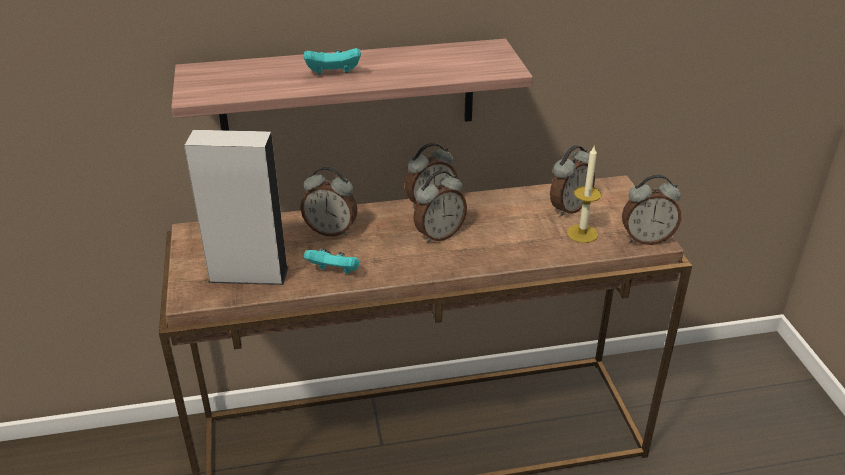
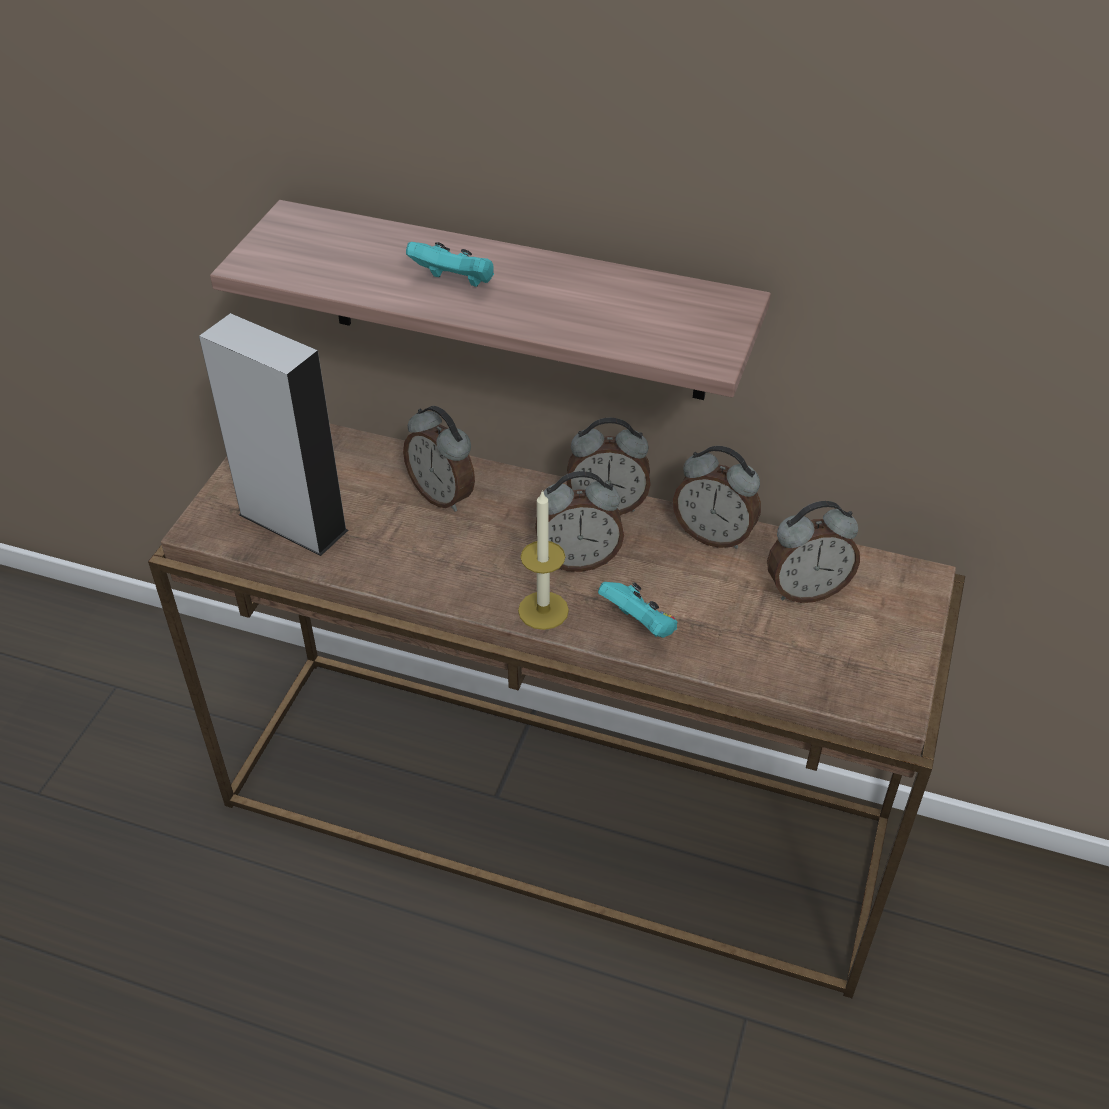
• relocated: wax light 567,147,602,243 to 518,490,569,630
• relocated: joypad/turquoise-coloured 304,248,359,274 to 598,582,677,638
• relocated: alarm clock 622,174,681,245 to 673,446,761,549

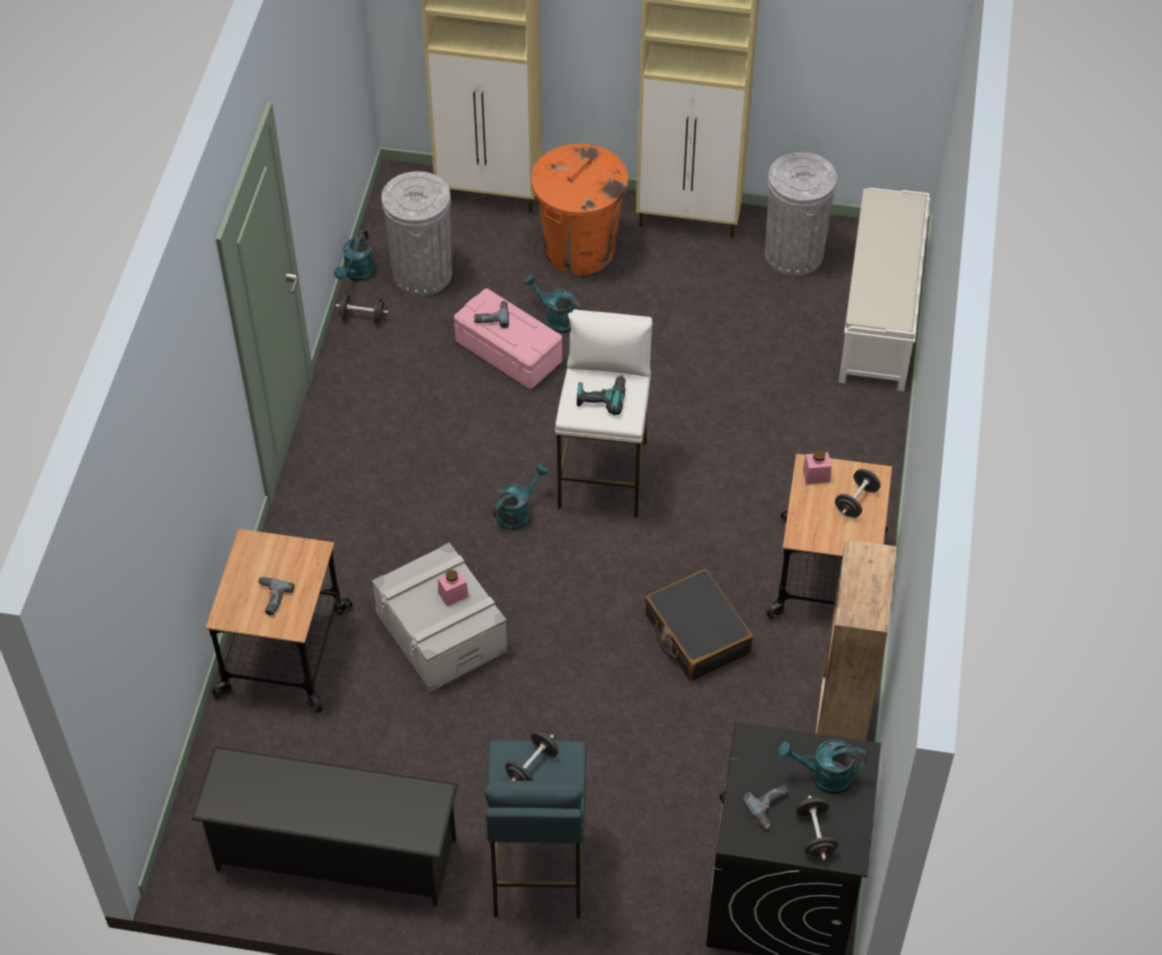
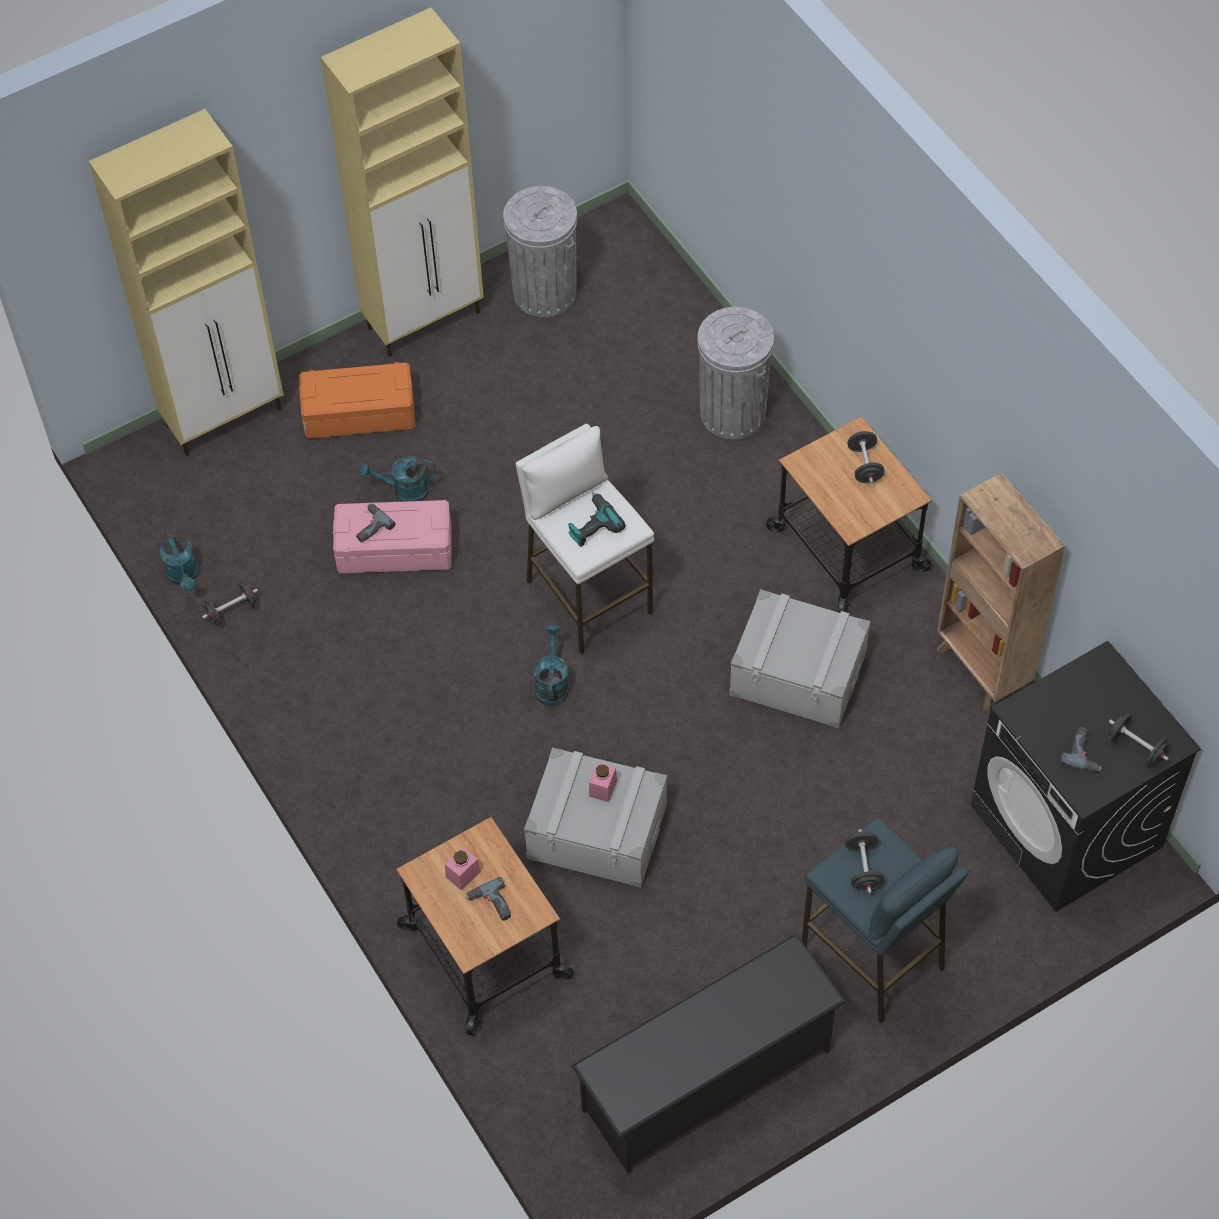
• exchanged: trash can/orangey 531,143,628,275 to storage bin/orangey 299,362,415,439
• relocated: storage jar/pinkish 803,450,831,485 to 445,847,481,891
• relocated: trash can/gray 381,171,452,296 to 697,307,774,439
• exchanged: piece of luggage/black-coloured 645,569,753,681 to storage bin/gray 729,589,871,729
• missing: watering can/turquoise-coloured 778,739,867,794
• missing: long seat/white 839,188,930,391

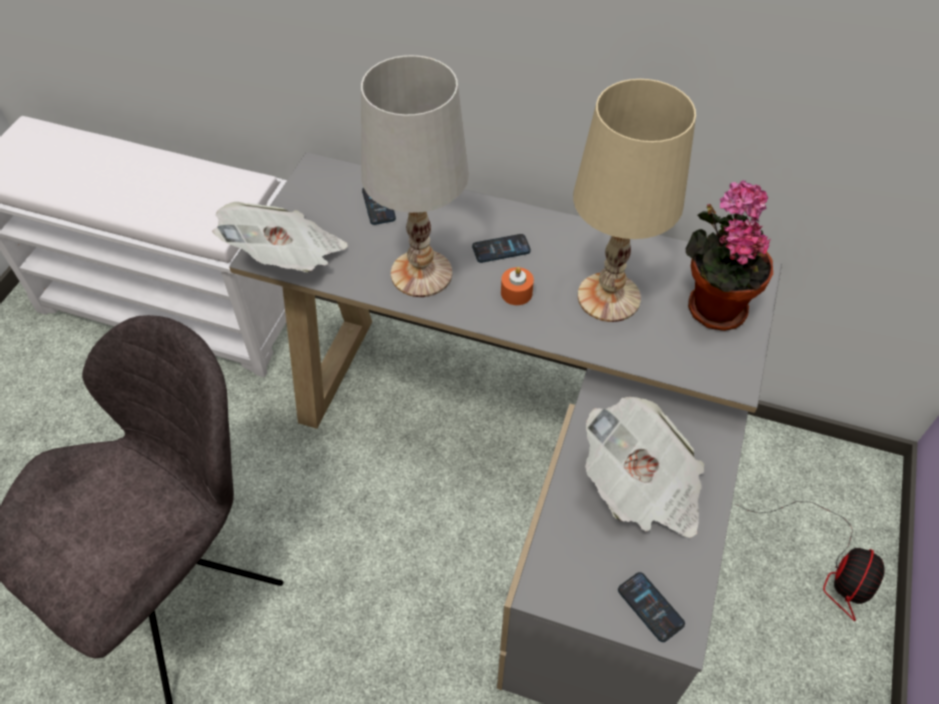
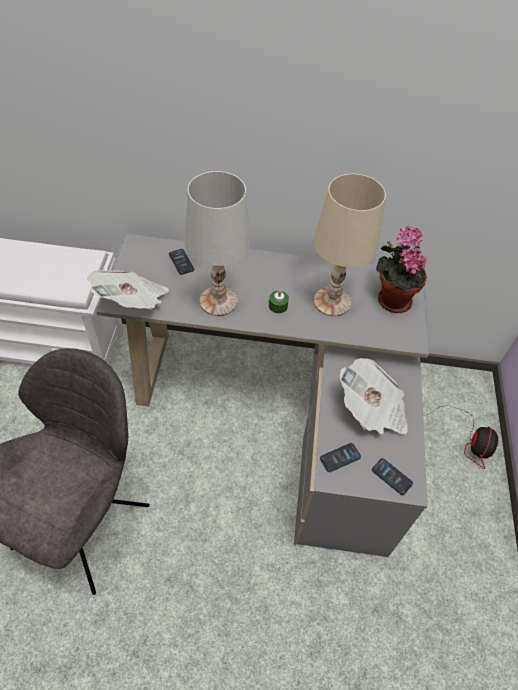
• colour: wax light/orangey 501,267,534,305 to wax light/green 269,291,289,314
• relocated: phone 472,234,531,263 to 320,443,361,472

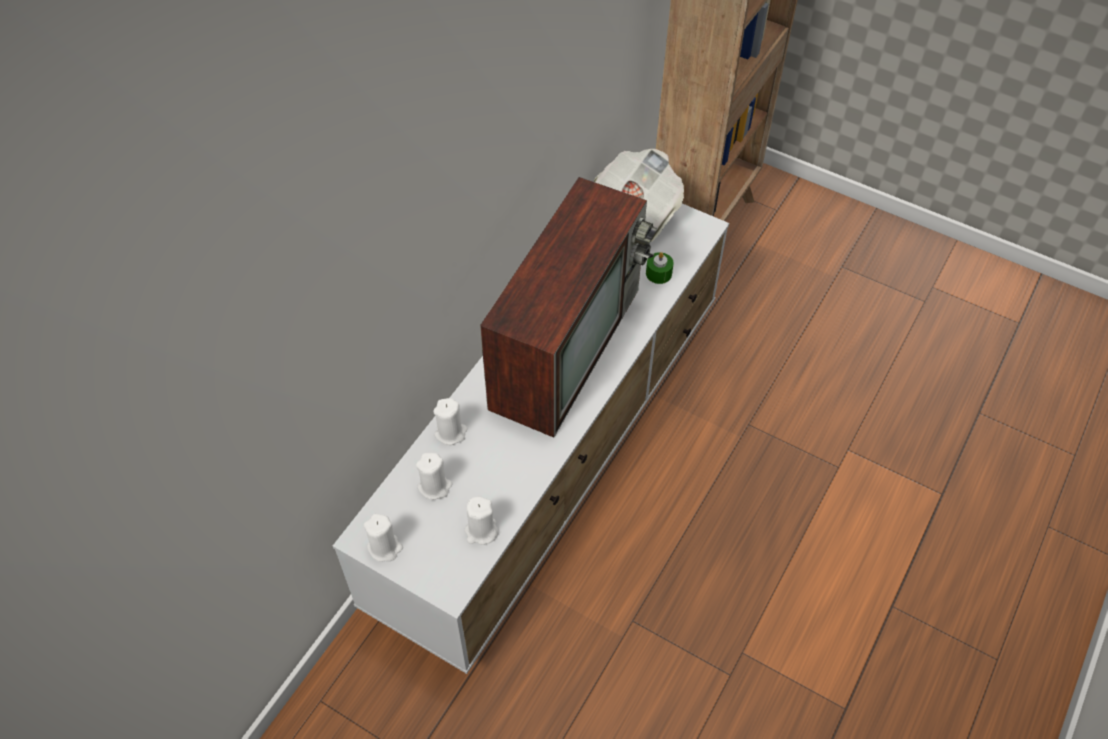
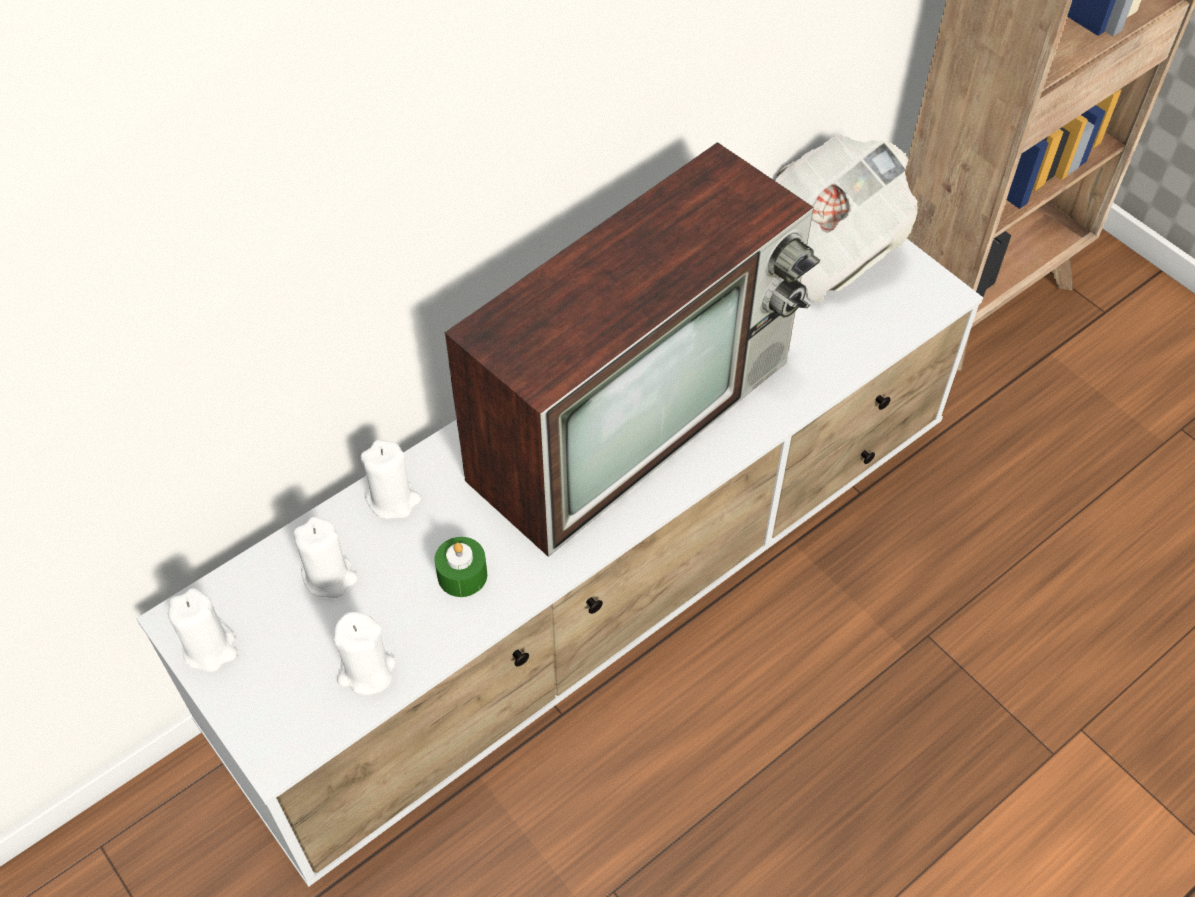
• relocated: wax light/green 646,252,674,284 to 435,537,487,597

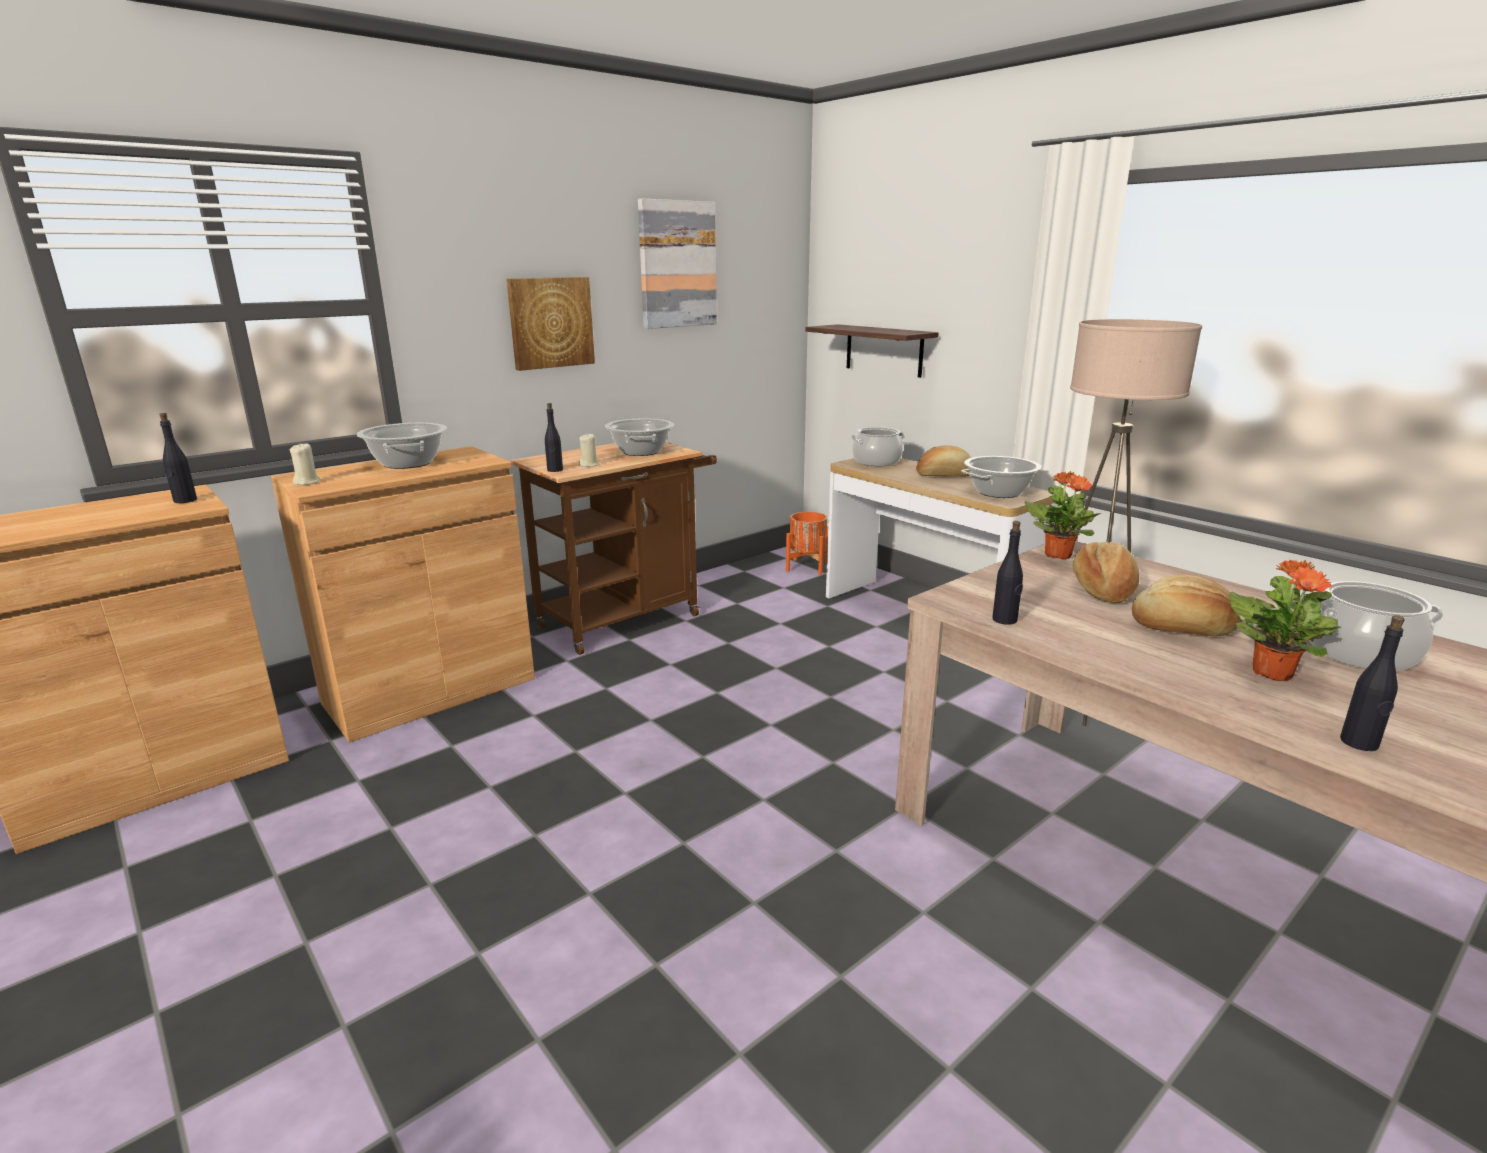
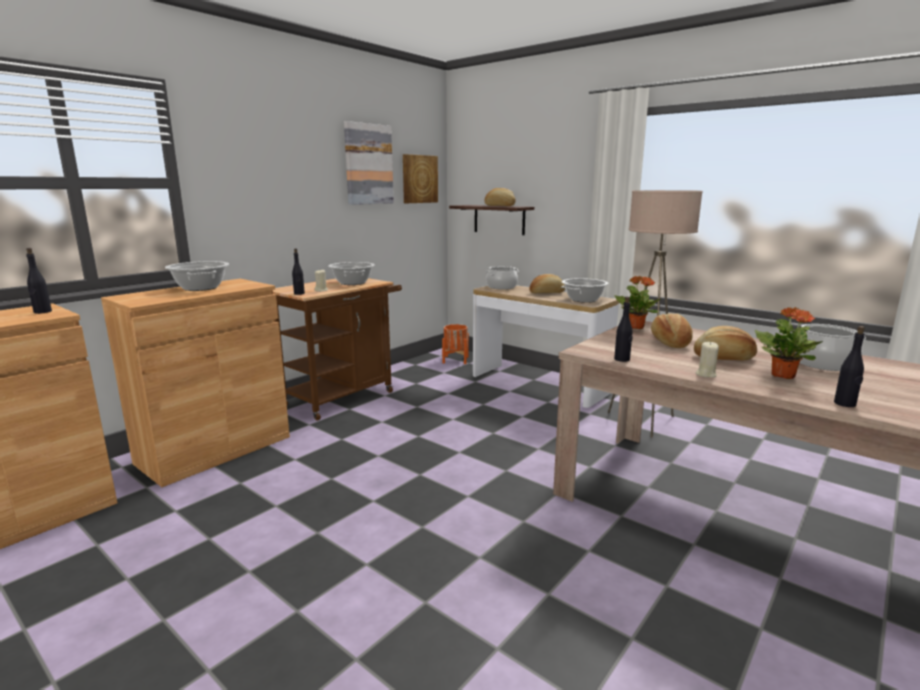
• relocated: picture 507,277,595,371 to 403,154,438,203
• appeared: bread 485,188,515,206
• relocated: wax light/beige 290,443,320,485 to 696,341,719,378

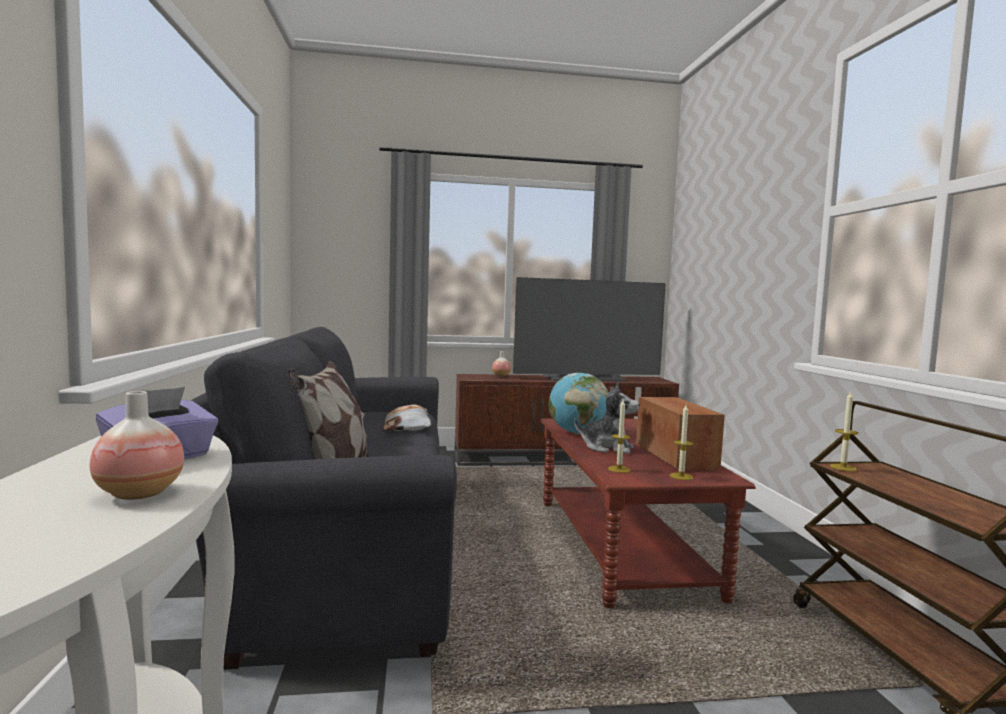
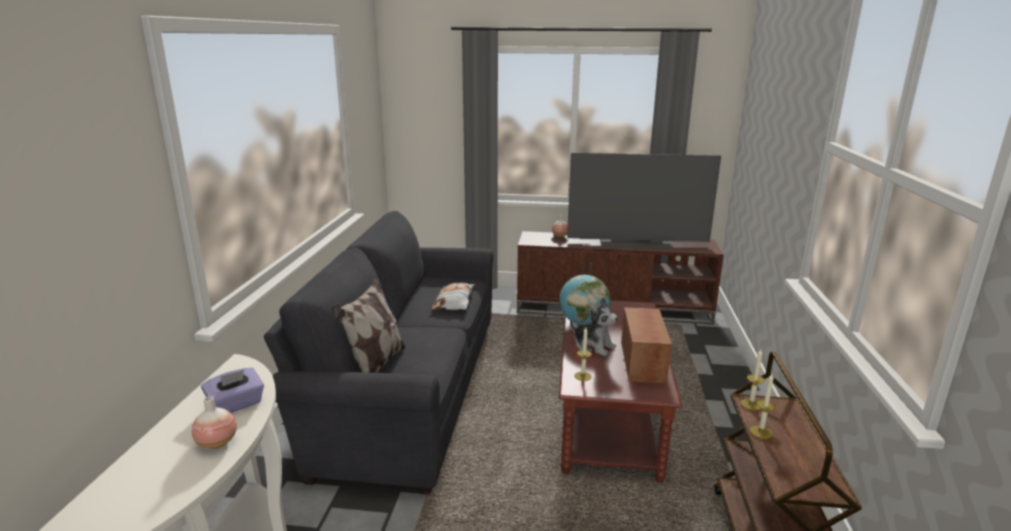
• relocated: wax light 670,405,694,480 to 750,374,776,439

